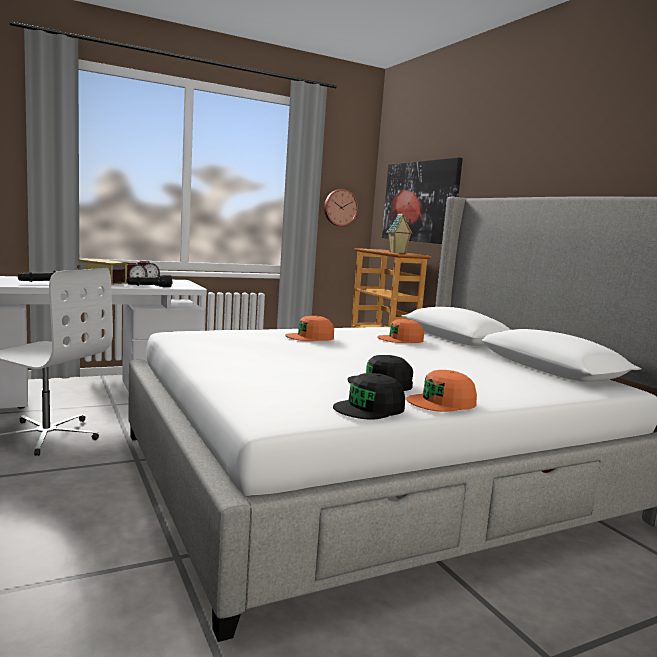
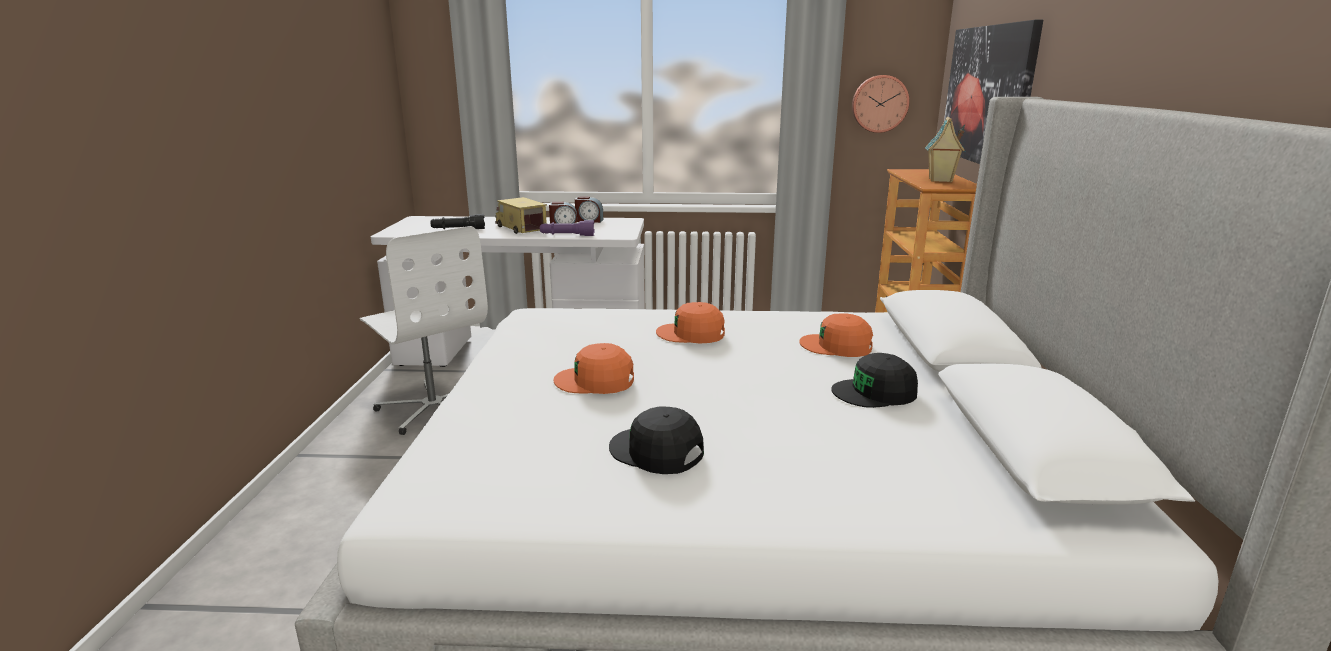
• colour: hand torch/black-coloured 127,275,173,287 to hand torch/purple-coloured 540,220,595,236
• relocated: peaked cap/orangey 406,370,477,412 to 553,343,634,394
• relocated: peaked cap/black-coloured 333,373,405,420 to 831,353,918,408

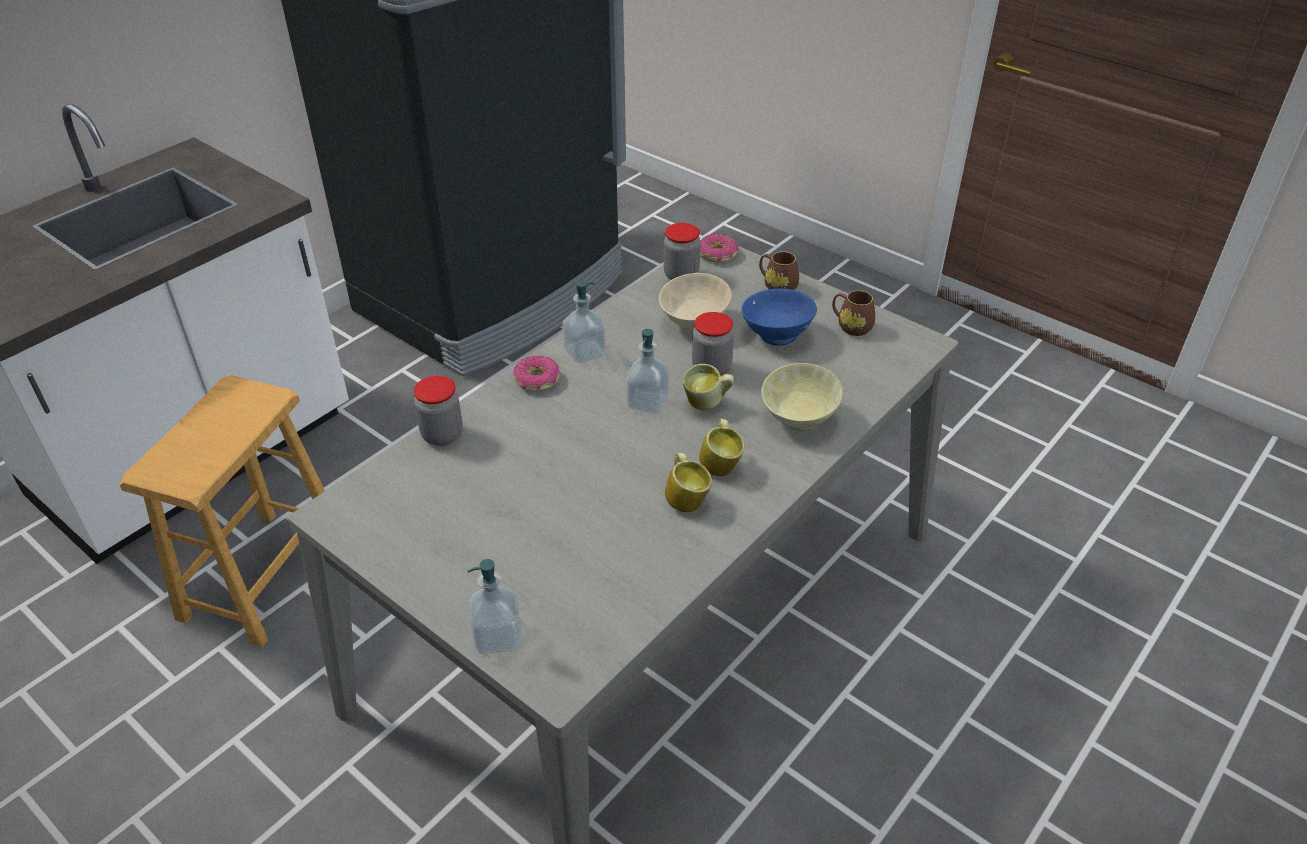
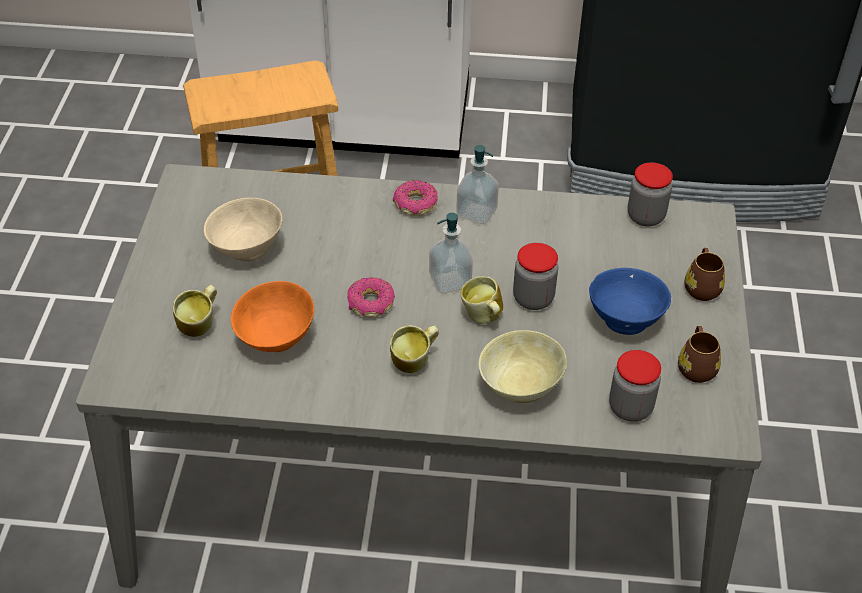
• relocated: mug 665,453,712,512 to 173,285,217,337
• relocated: serving bowl/beige 659,273,732,332 to 204,198,283,262
• appeared: serving bowl/orangey 231,281,314,352
• relocated: donut 700,234,739,262 to 347,277,395,317
• relocated: storage jar 413,376,463,446 to 609,350,661,422
• missing: soap bottle 468,559,522,654

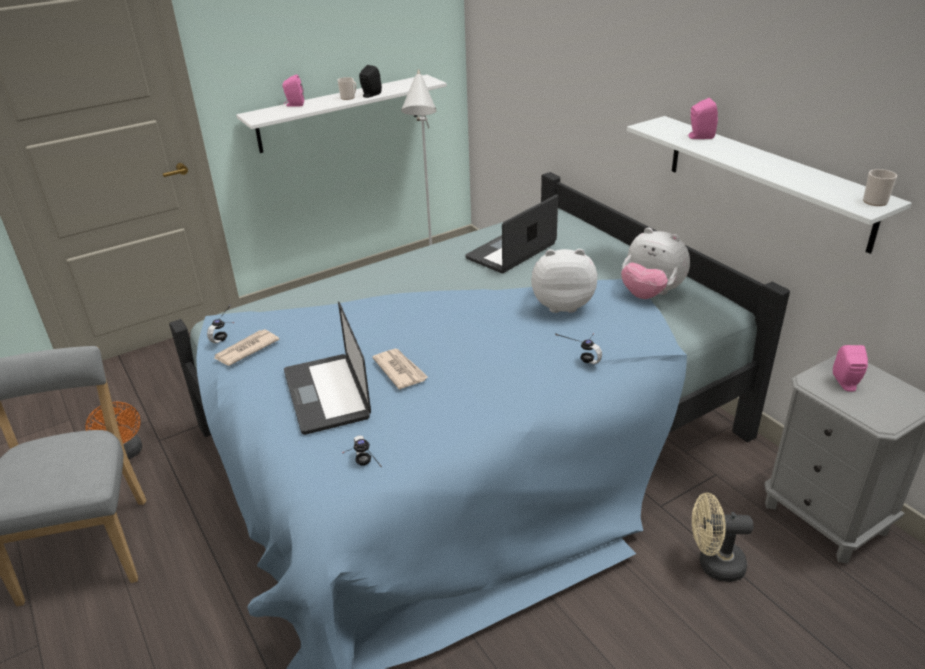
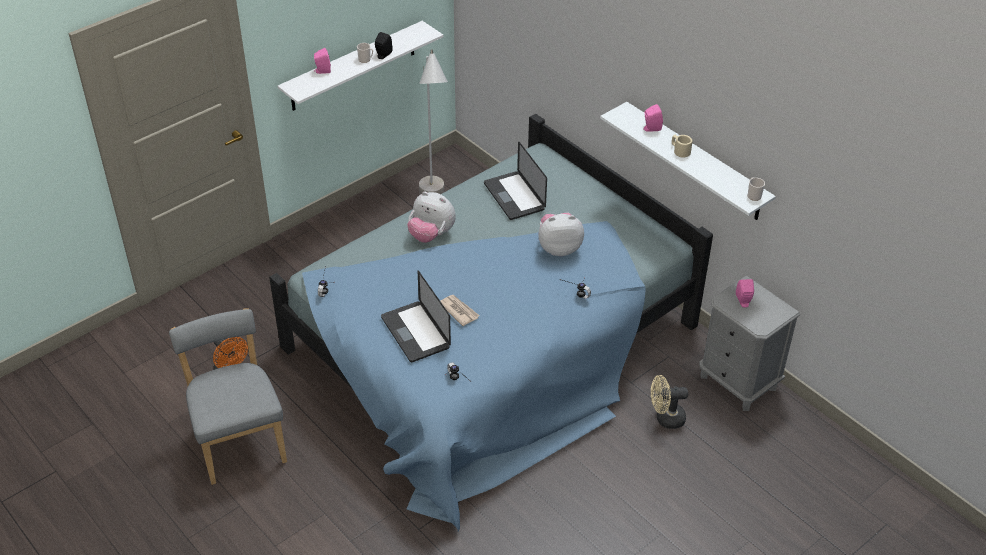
• relocated: cuddly toy 621,228,690,299 to 407,192,456,243
• spun: portable computer 465,195,558,273 = 484,141,547,220 60 degrees counterclockwise
• appeared: mug/beige 672,135,693,158
• missing: newspaper 213,329,280,366

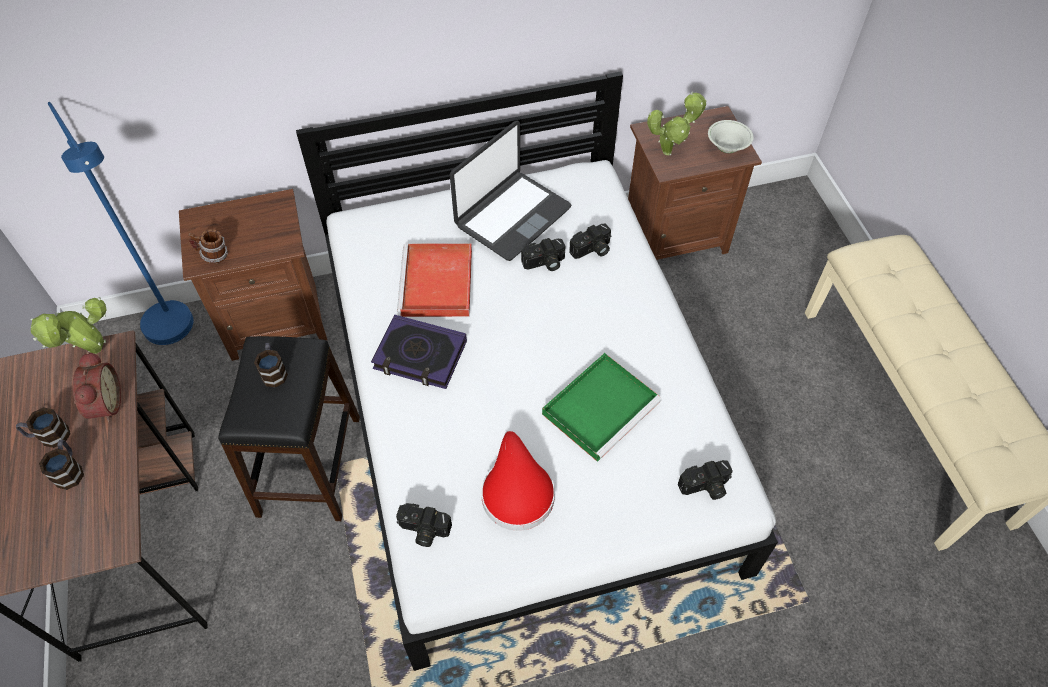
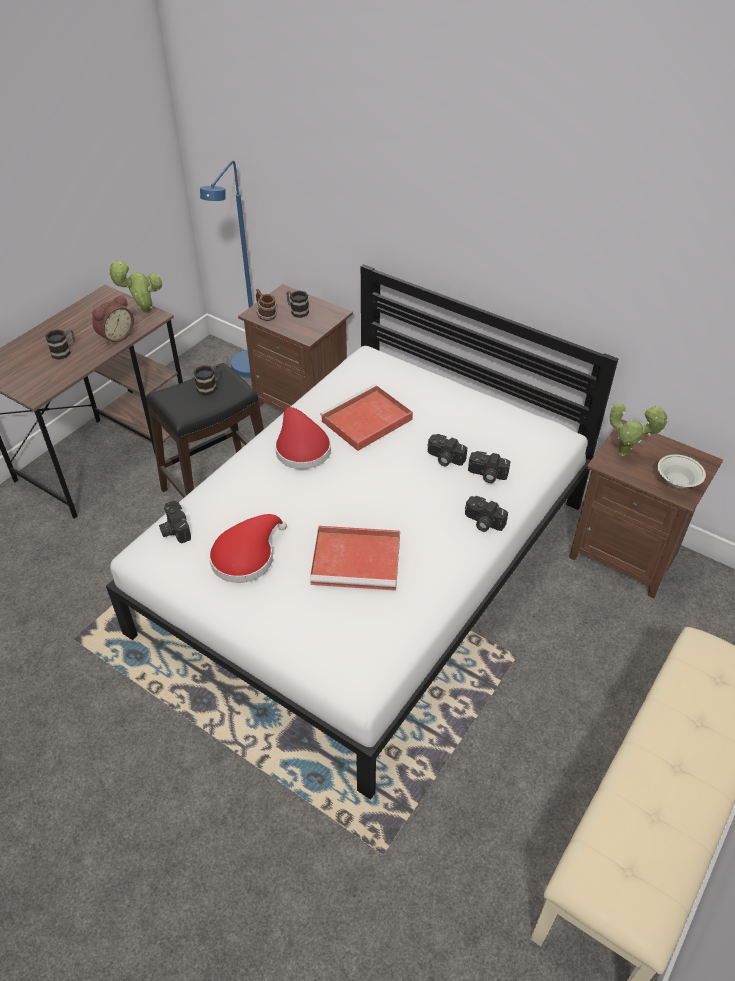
• exchanged: volume 371,315,467,389 to hat/red 275,407,331,469
• relocated: mug 16,407,71,448 to 286,291,309,318
• colour: serving tray/green 542,353,662,462 to serving tray/red 310,526,400,591
• relocated: still camera 678,460,733,500 to 465,496,508,532
• missing: portable computer 450,121,571,261

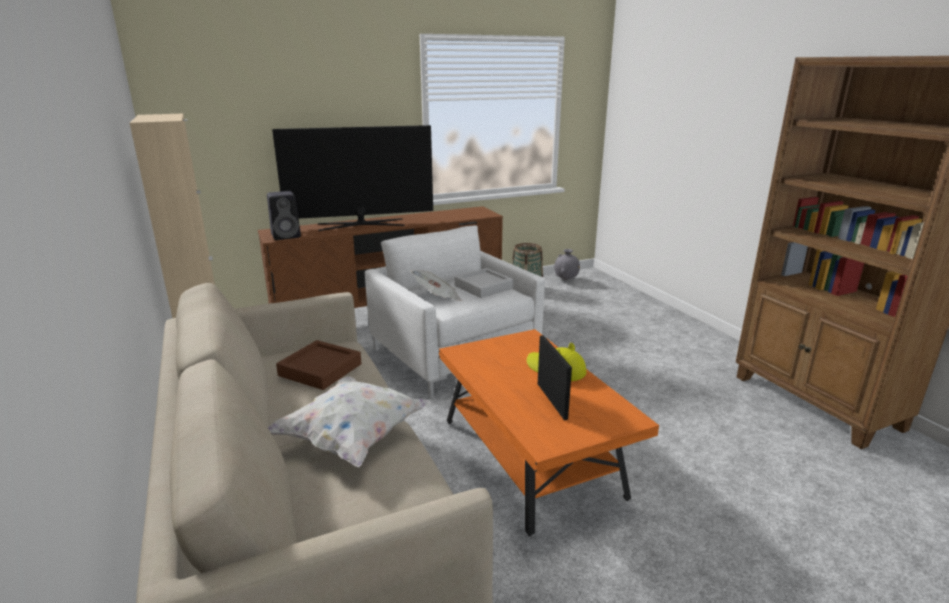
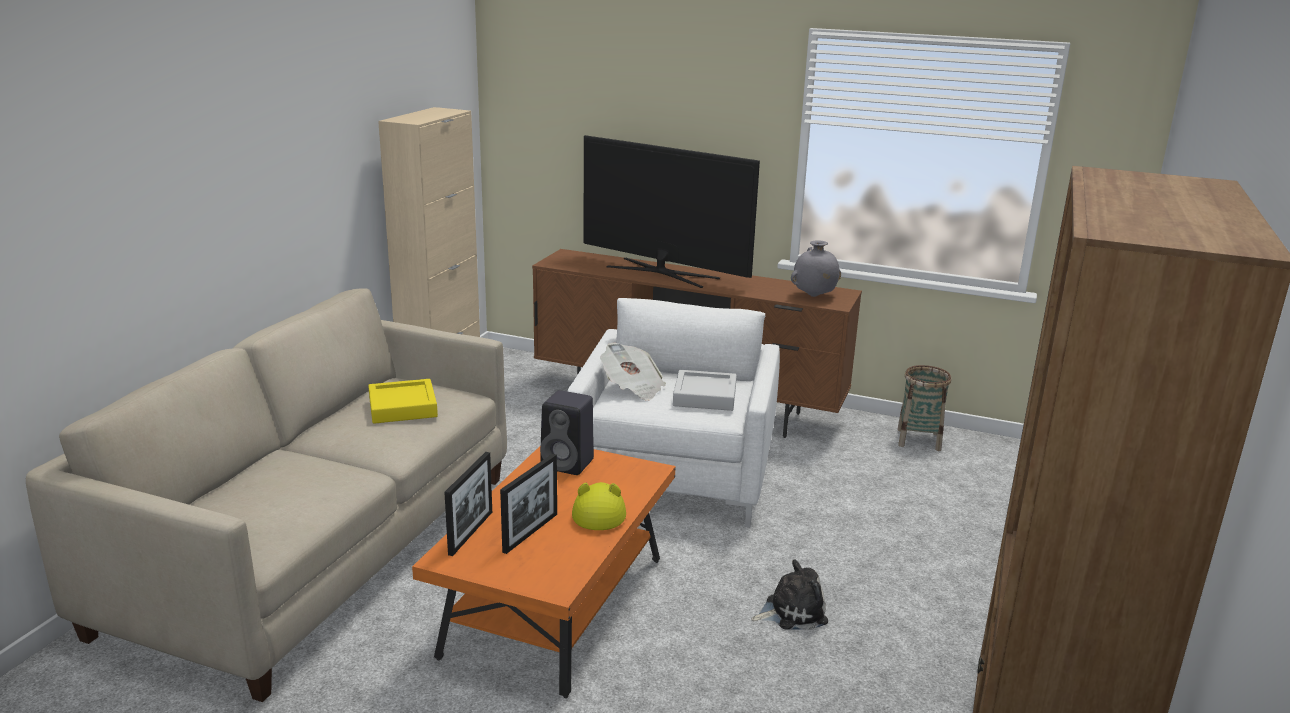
• colour: serving tray/brown-coloured 276,340,361,390 to serving tray/yellowish 368,379,438,424
• appeared: picture frame 444,452,492,556
• relocated: speaker/black-coloured 267,191,301,240 to 540,390,594,475
• appeared: cuddly toy 751,560,828,630
• relocated: decorative vase/gray 554,249,580,281 to 791,240,841,297
• missing: pillow/white 268,376,430,467

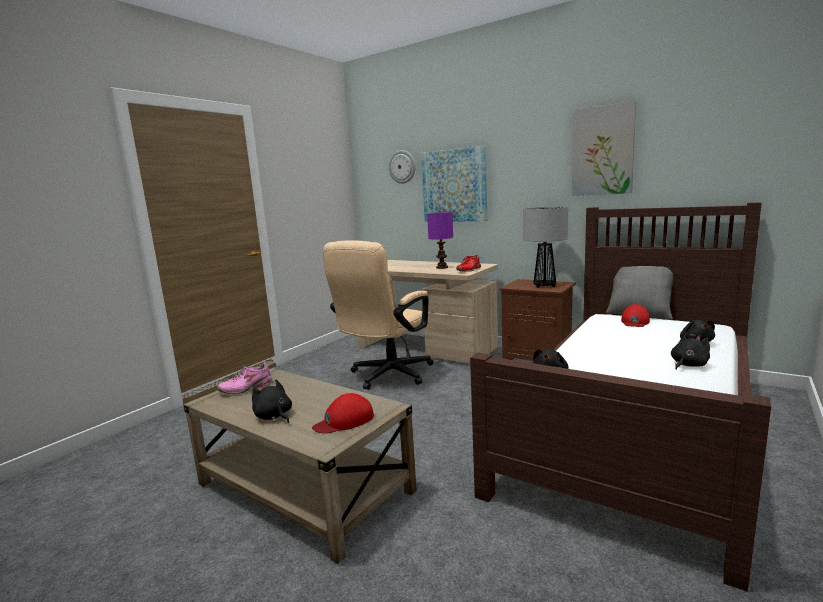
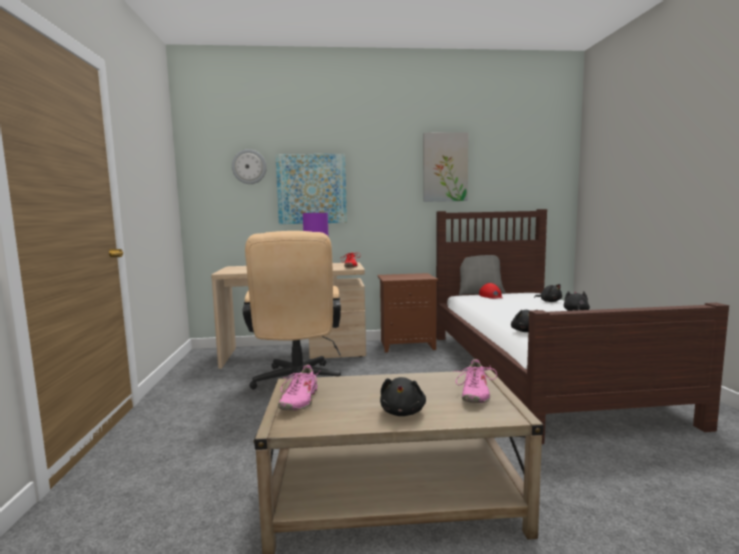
• spun: cuddly toy/black-coloured 252,379,292,423 = 380,377,426,416 90 degrees counterclockwise
• exchanged: peaked cap/red 312,393,374,434 to item of footwear/pinkish 453,359,497,403
• missing: tabletop lamp 523,206,568,288

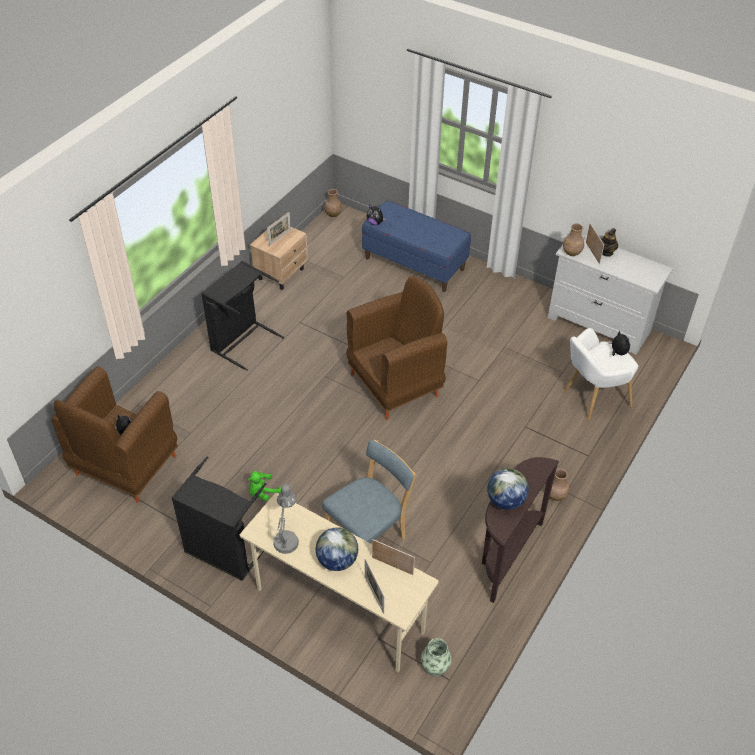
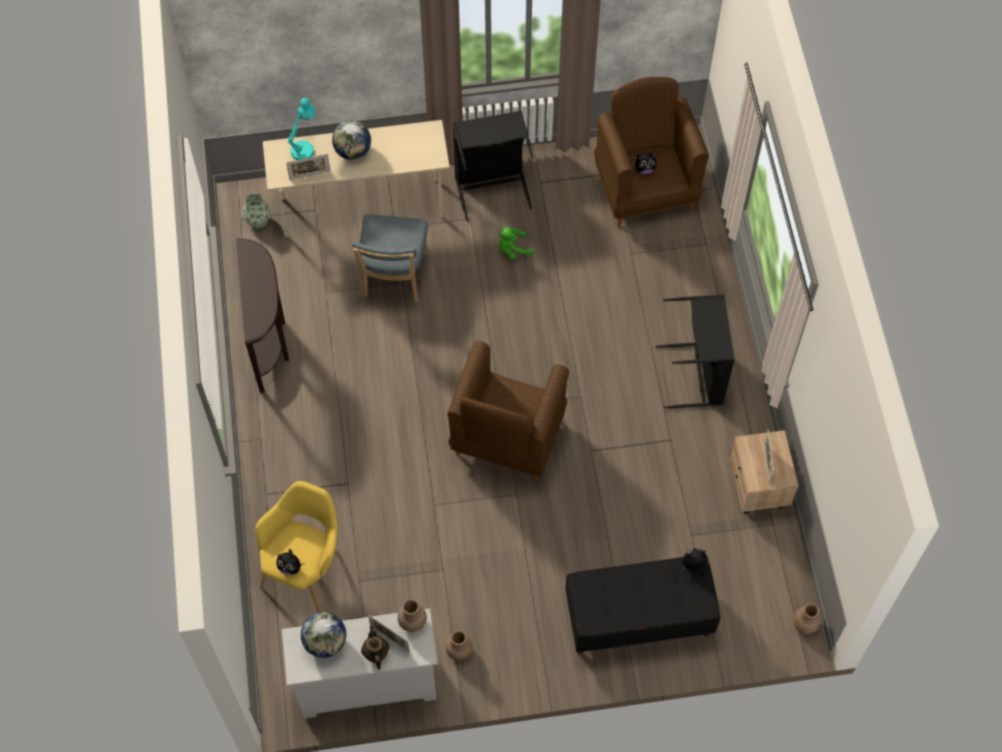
• colour: armchair/white 564,328,638,421 to armchair/yellowish 256,481,341,612
• exchanged: picture frame 365,558,385,614 to tabletop lamp/turquoise-coloured 288,98,316,160
• relocated: desk globe 487,468,529,510 to 301,612,346,658
• relocated: decorative vase/brown-coloured 550,469,569,501 to 446,630,473,661
• spun: cuddly toy/green 248,471,282,501 = 498,227,533,260 120 degrees counterclockwise
• colour: long seat/blue-coloured 362,200,471,292 to long seat/black-coloured 565,557,720,655
• missing: tabletop lamp/gray 273,484,299,554

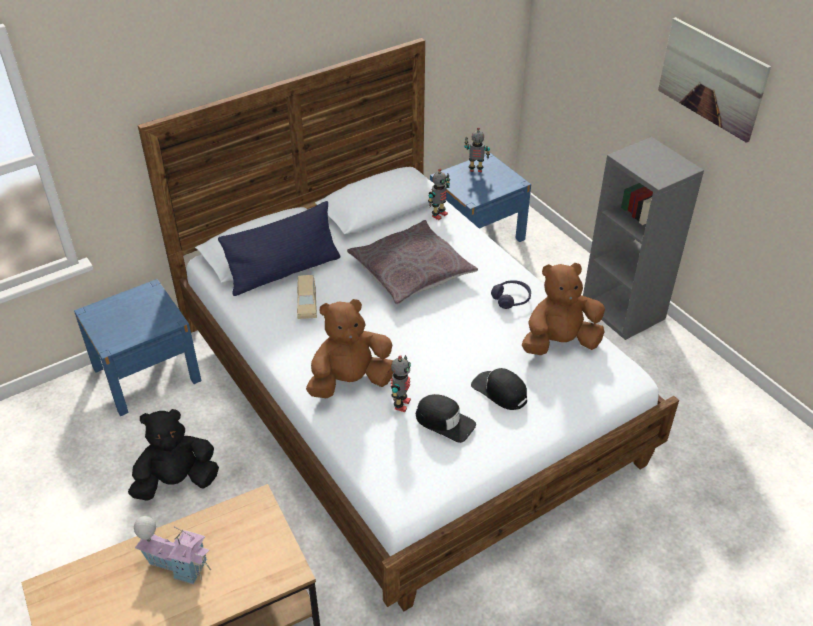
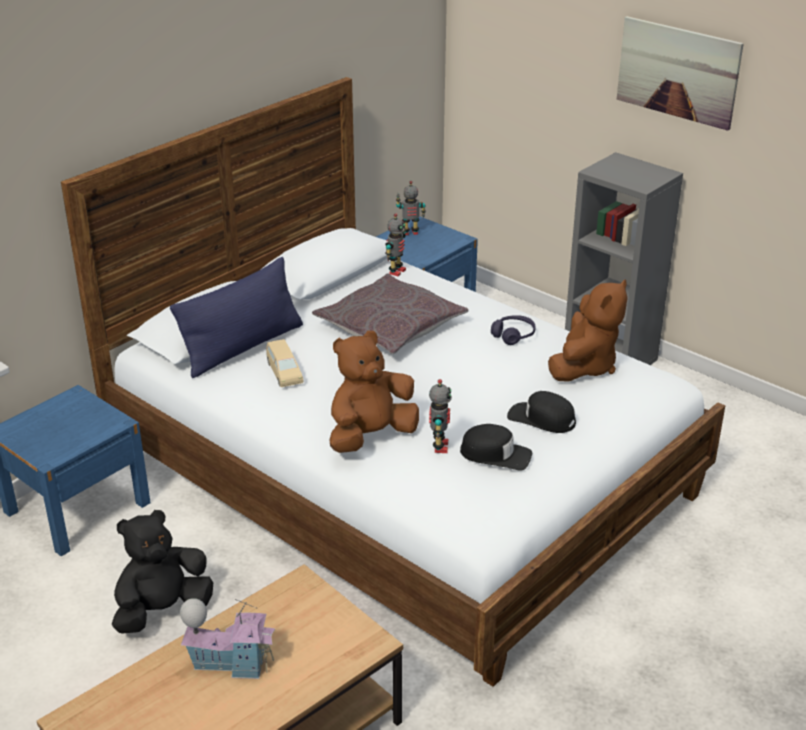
• spun: cuddly toy/brown-coloured 522,263,605,355 = 548,280,627,382 150 degrees clockwise

